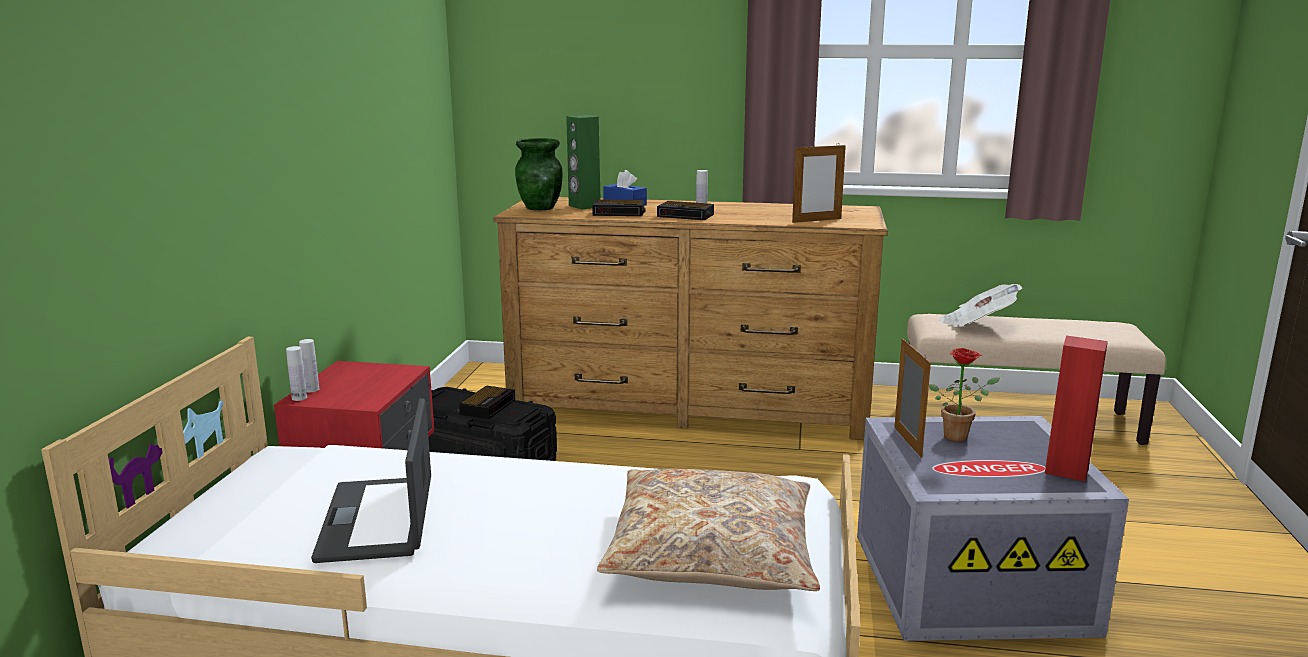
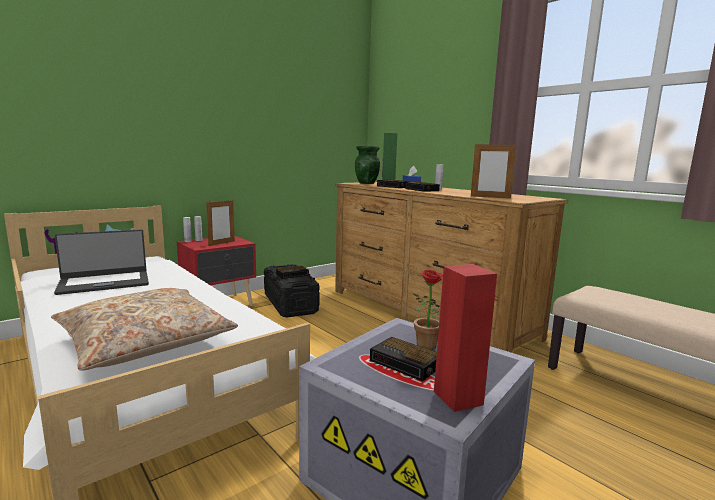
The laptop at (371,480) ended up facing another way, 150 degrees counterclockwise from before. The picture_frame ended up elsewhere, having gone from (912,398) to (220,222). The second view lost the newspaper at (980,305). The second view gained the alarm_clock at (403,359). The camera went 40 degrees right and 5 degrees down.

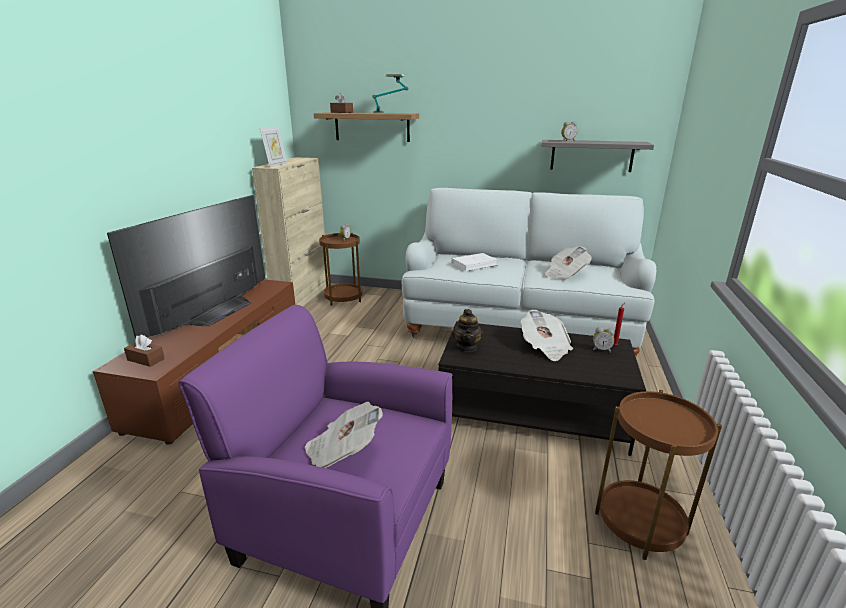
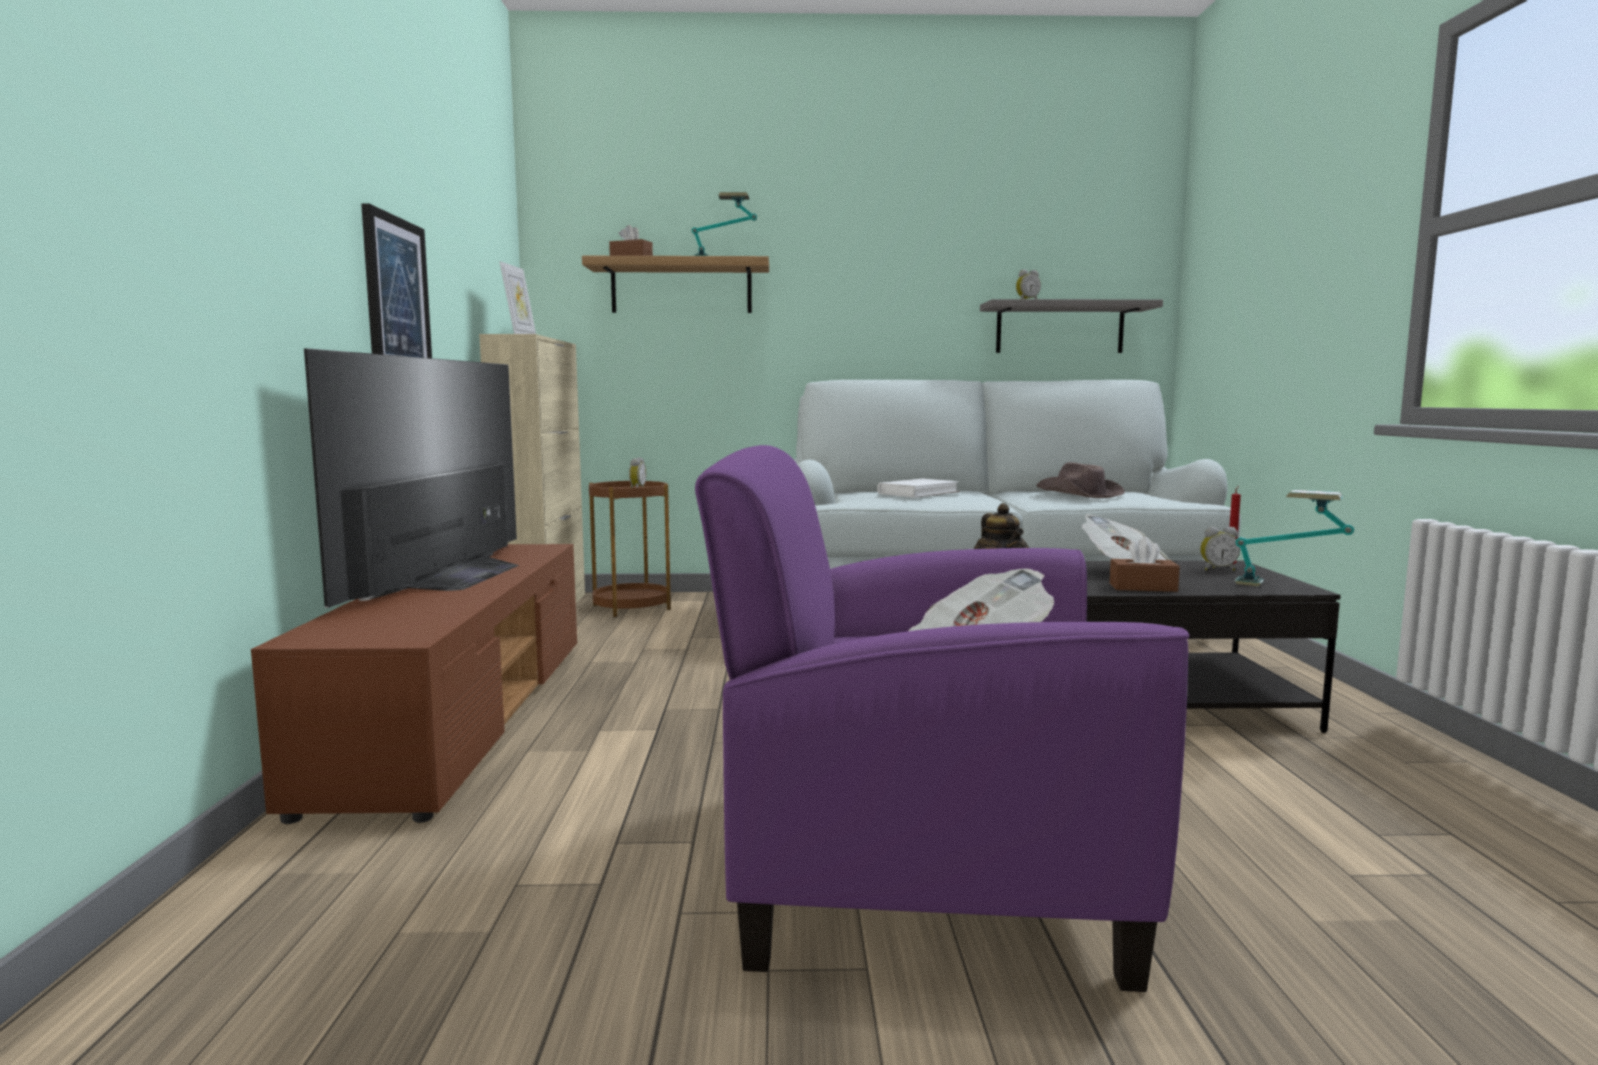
The brown_tissue_box ended up elsewhere, having gone from (144,351) to (1145,564). Where the newspaper stood at (568,262), the brown_hat came to stand at (1081,480). The second view lost the brown_side_table at (658,475). The second view gained the picture at (396,280). The second view gained the table_lamp at (1294,538). The camera went 15 degrees left and 15 degrees down.

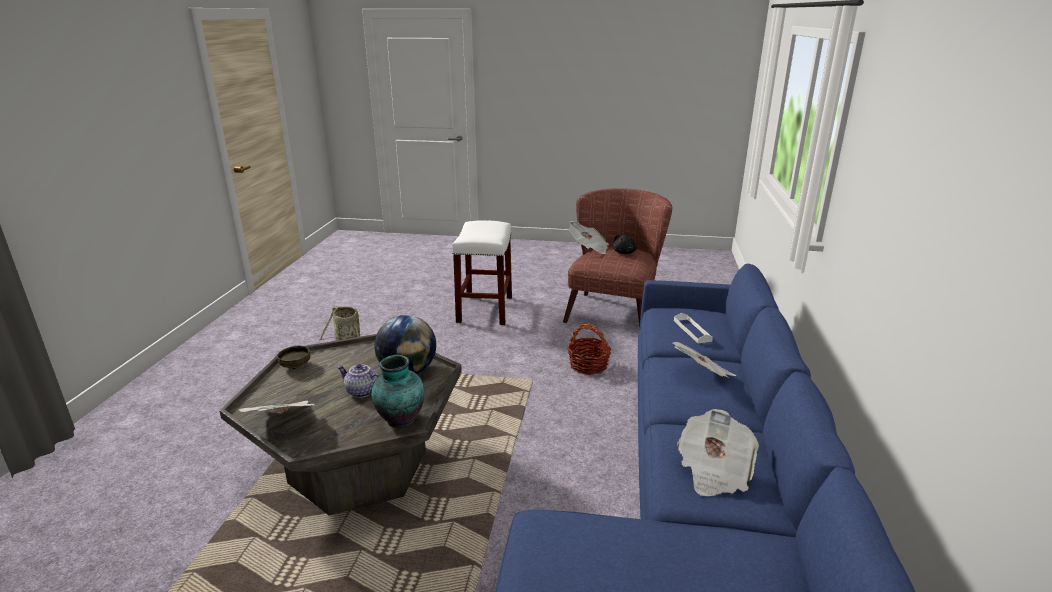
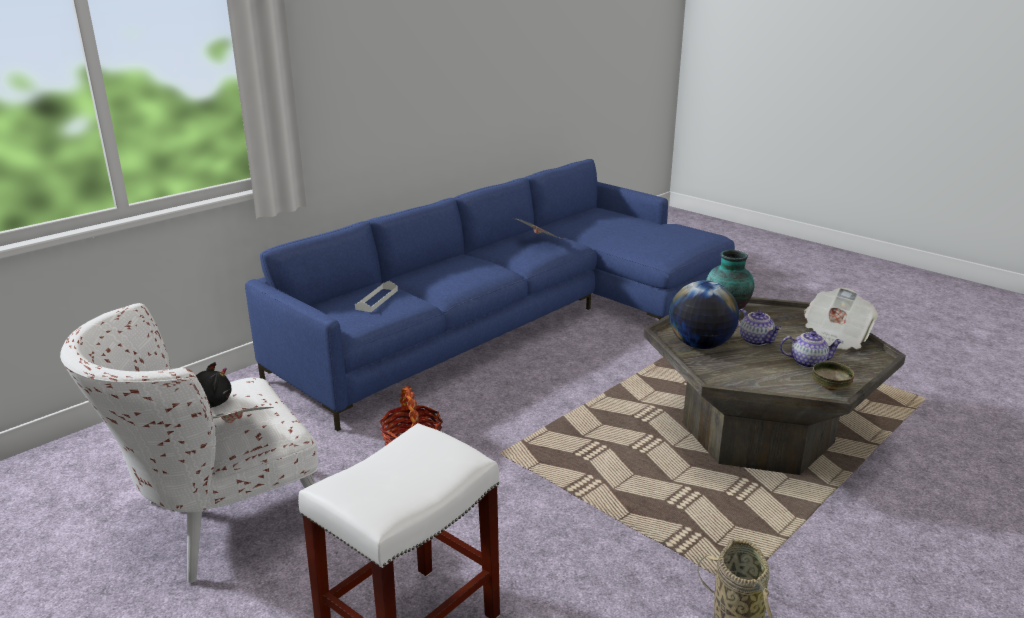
What was the brown_armchair at (617,257) turned into the white_armchair at (189,443). The second view lost the newspaper at (704,360). The second view gained the teapot at (811,349). The camera went 145 degrees left and 0 degrees up.

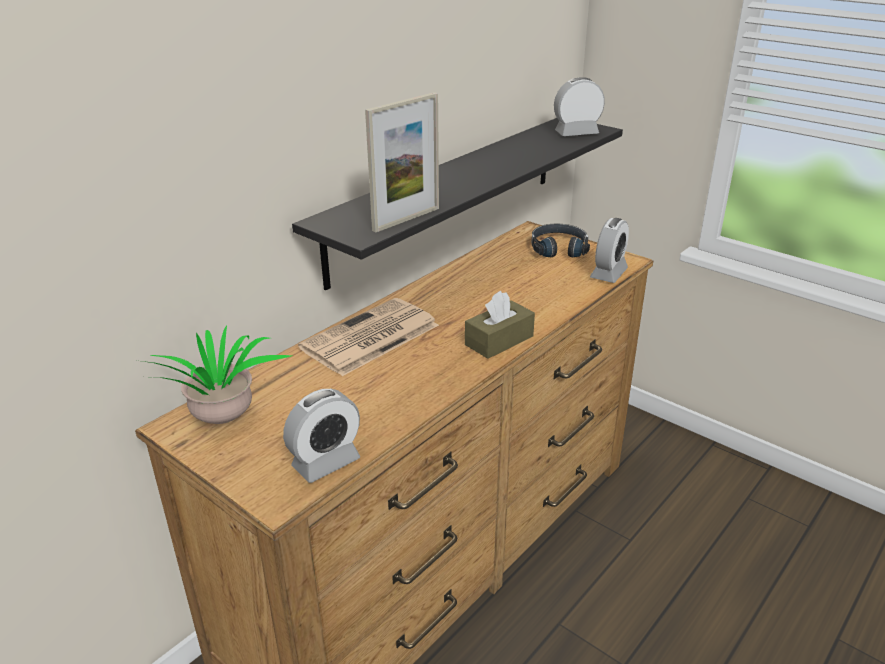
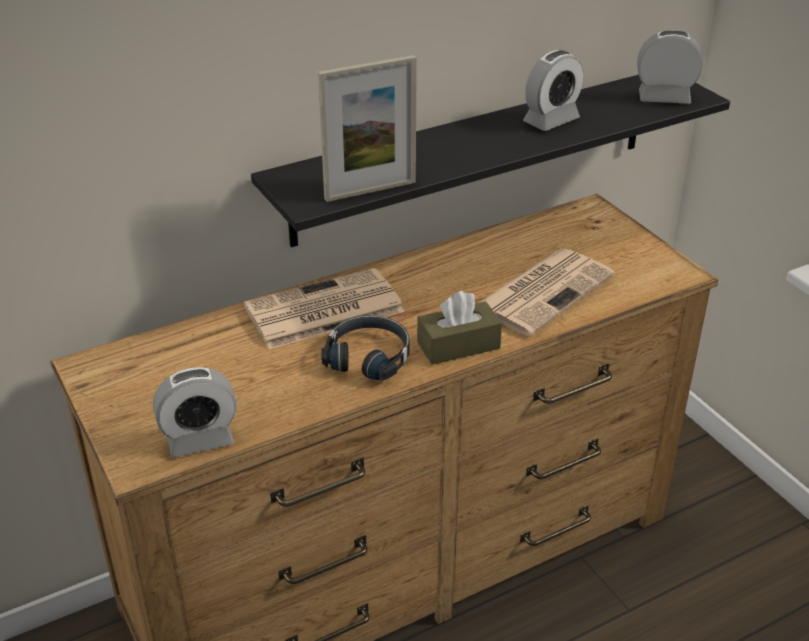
The second view lost the potted_plant at (216,375). The black_headphones ended up elsewhere, having gone from (561,240) to (365,348). The alarm_clock ended up elsewhere, having gone from (609,250) to (553,90). The second view gained the newspaper at (547,292). The camera went 20 degrees right and 5 degrees up.

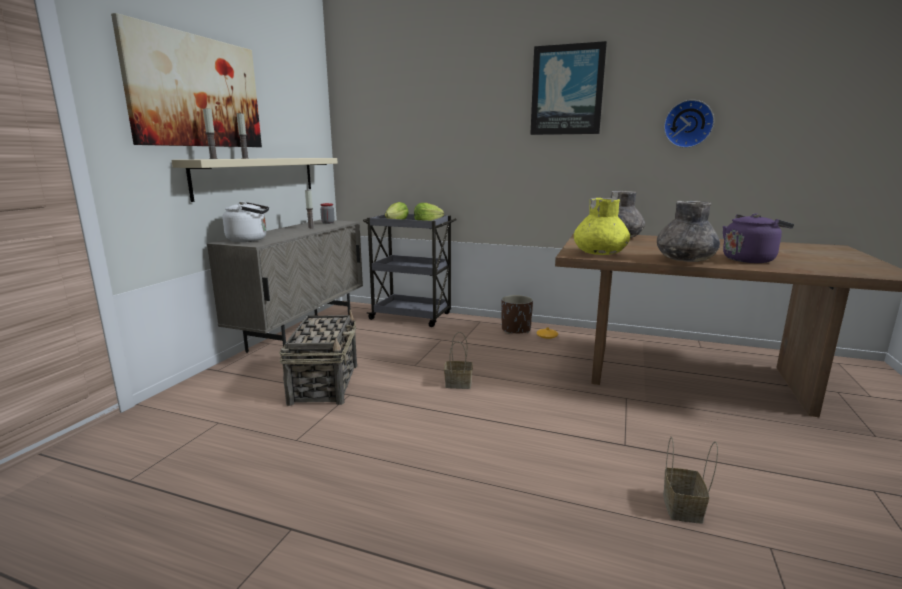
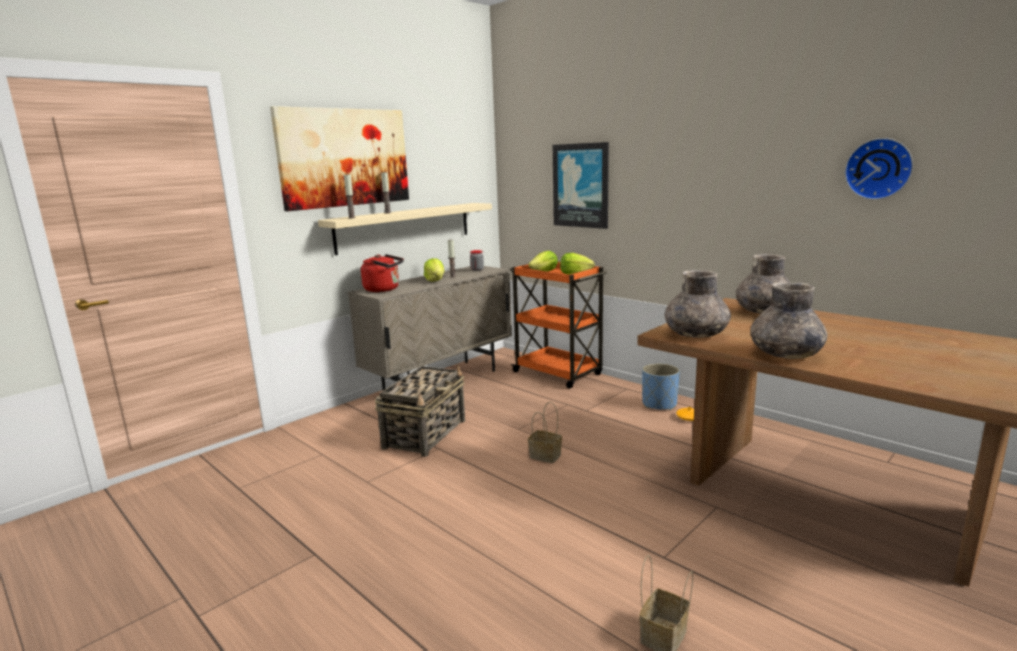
What was the white_kettle at (245,221) turned into the red_kettle at (382,273). What was the grey_cart at (410,270) turned into the orange_cart at (558,325). What was the brown_planter at (517,314) turned into the blue_planter at (661,386). The picture ended up elsewhere, having gone from (568,88) to (581,185). What was the yellow_vase at (602,226) turned into the grey_vase at (697,304). The second view lost the purple_kettle at (758,238). The second view gained the lettuce at (434,270). The camera went 25 degrees right and 0 degrees up.

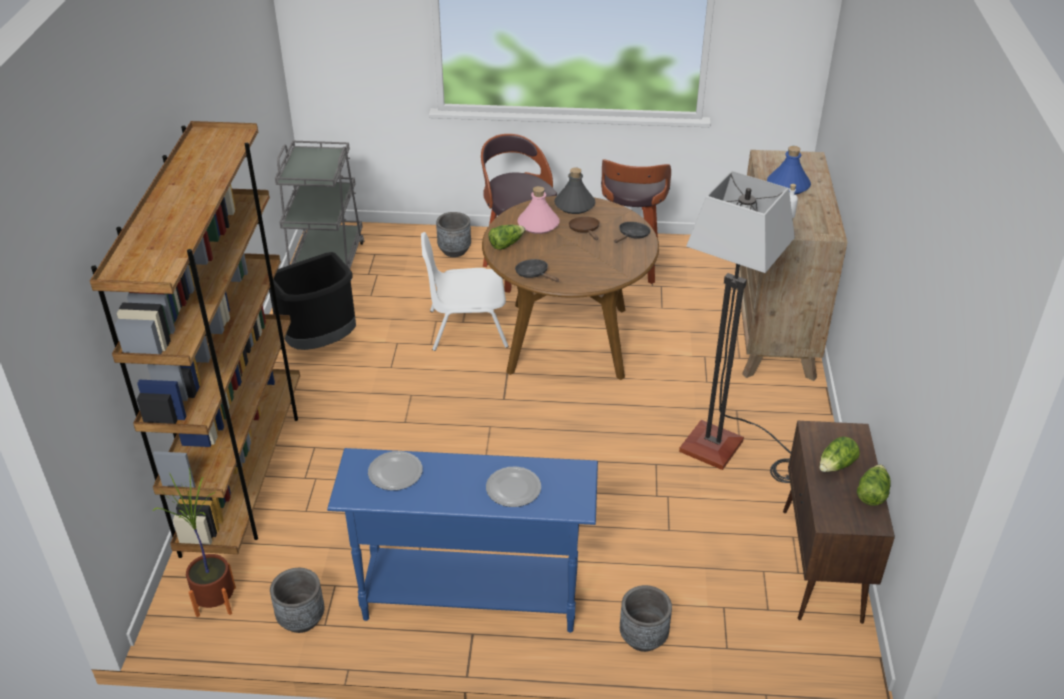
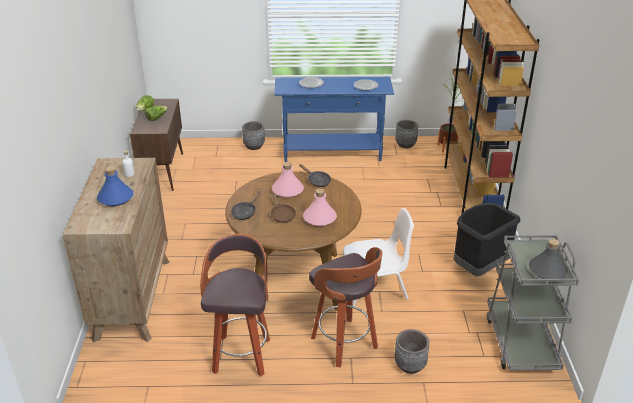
The second view lost the lettuce at (506,237). The grey_bottle ended up elsewhere, having gone from (575,190) to (548,259). The second view lost the floor_lamp at (737,327). The second view gained the pink_bottle at (288,180). The camera went 175 degrees right and 5 degrees down.

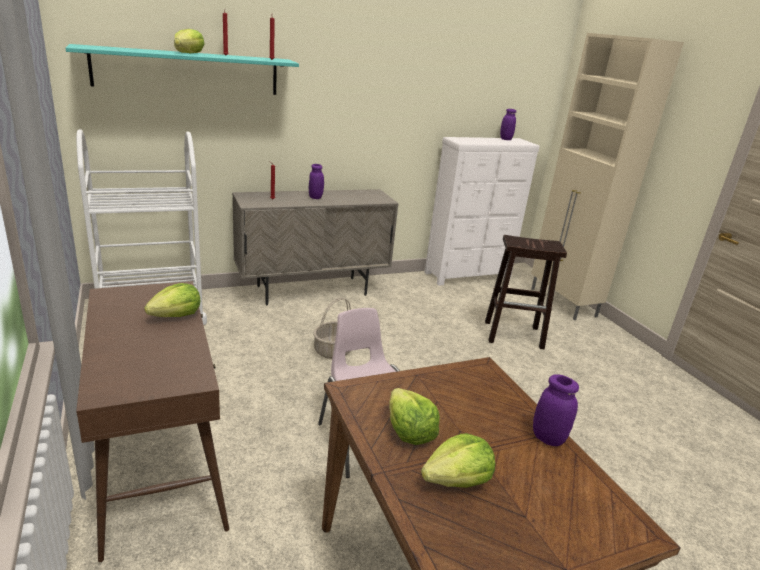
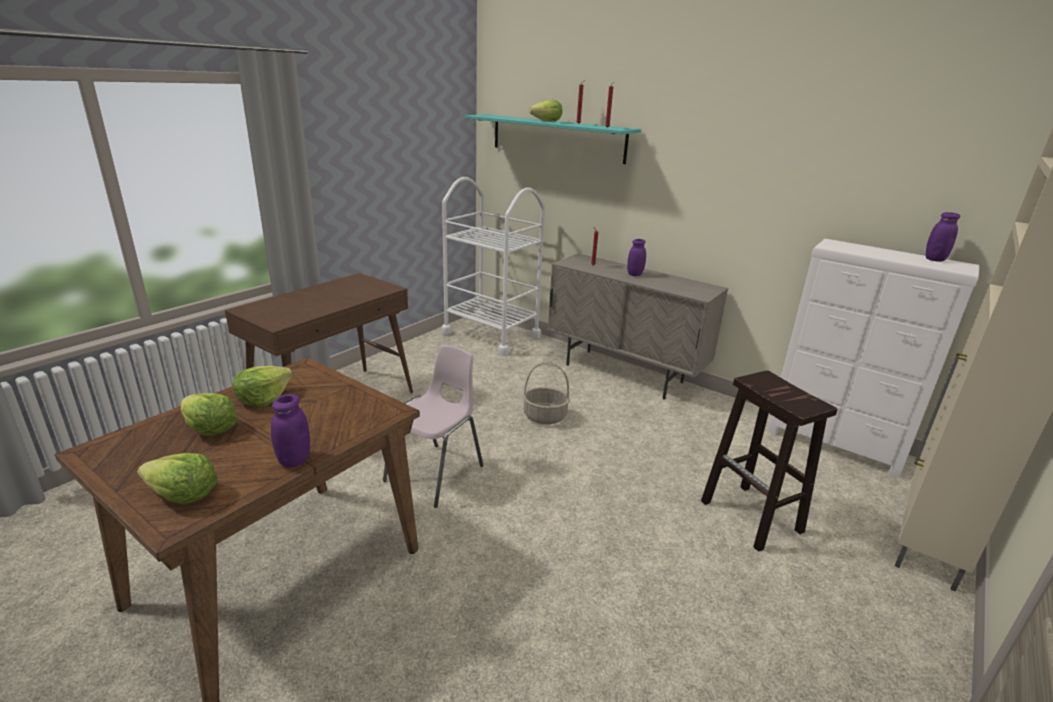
The lettuce ended up elsewhere, having gone from (172,300) to (177,479). The camera went 60 degrees right and 0 degrees up.

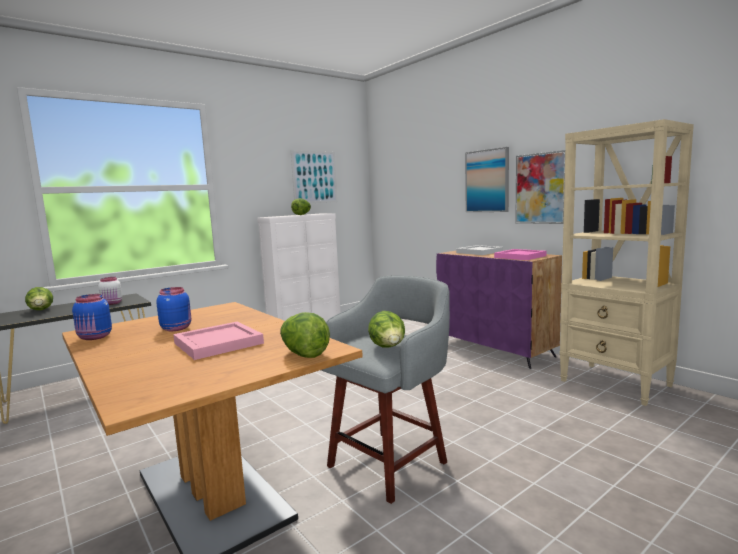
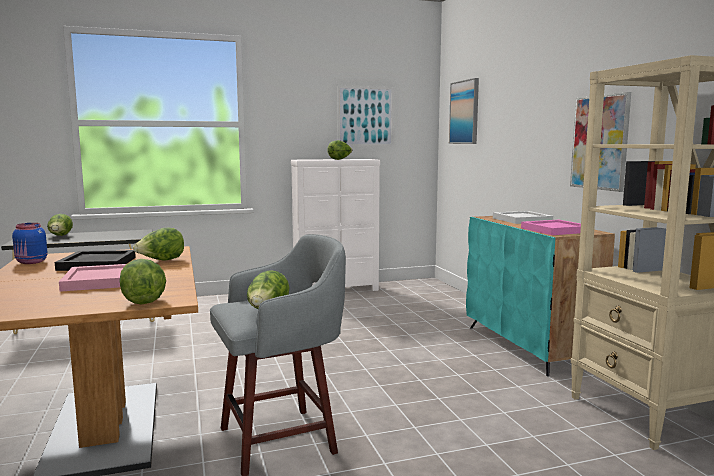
The second view lost the white_jar at (110,291). Where the blue_jar stood at (173,309), the black_tray came to stand at (95,260). What was the purple_cabinet at (499,310) turned into the turquoise_cabinet at (540,296). The picture ended up elsewhere, having gone from (487,179) to (464,111). The second view gained the lettuce at (158,244). The camera went 20 degrees right and 0 degrees up.

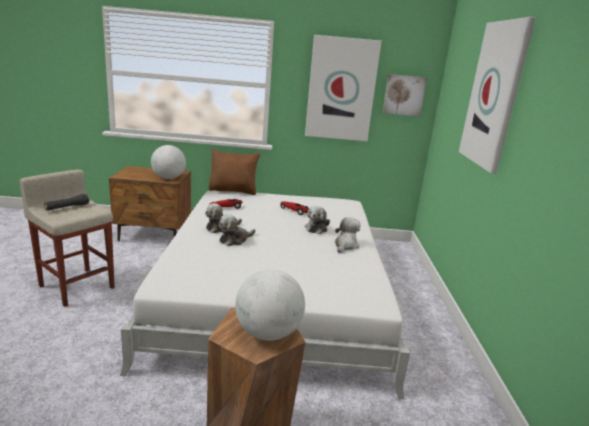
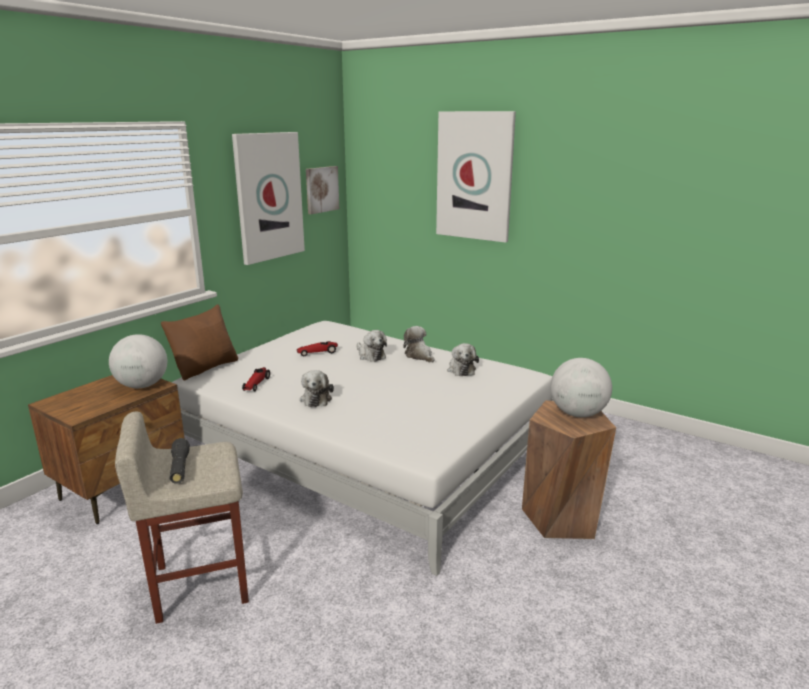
The plush_toy ended up elsewhere, having gone from (237,230) to (463,359). The camera went 55 degrees left and 0 degrees up.

